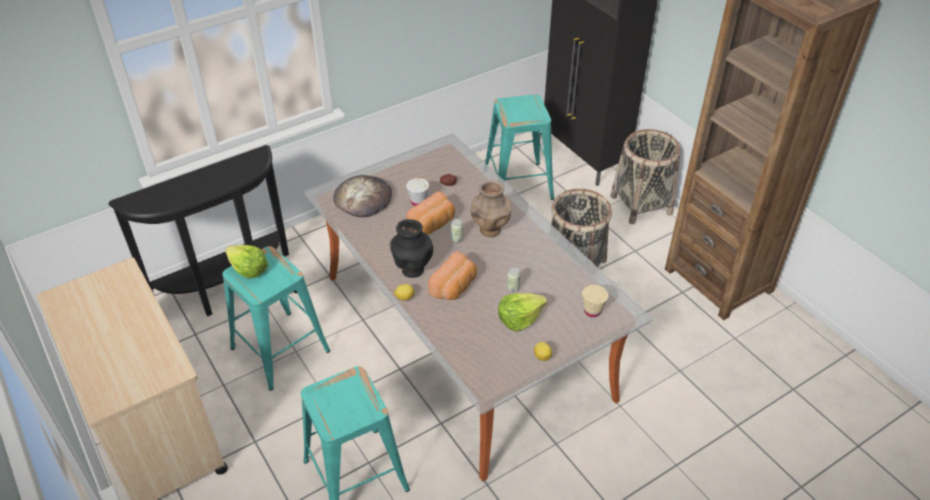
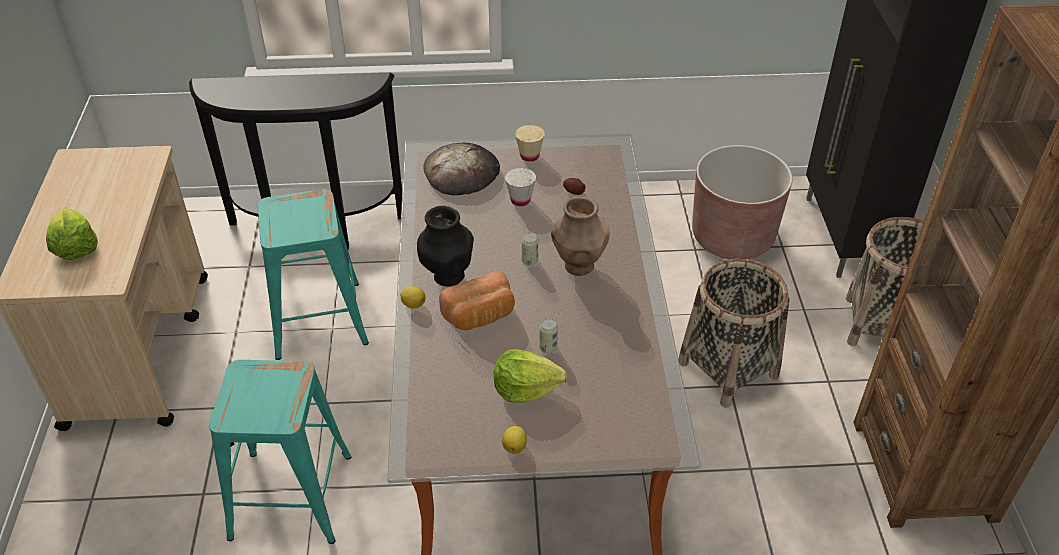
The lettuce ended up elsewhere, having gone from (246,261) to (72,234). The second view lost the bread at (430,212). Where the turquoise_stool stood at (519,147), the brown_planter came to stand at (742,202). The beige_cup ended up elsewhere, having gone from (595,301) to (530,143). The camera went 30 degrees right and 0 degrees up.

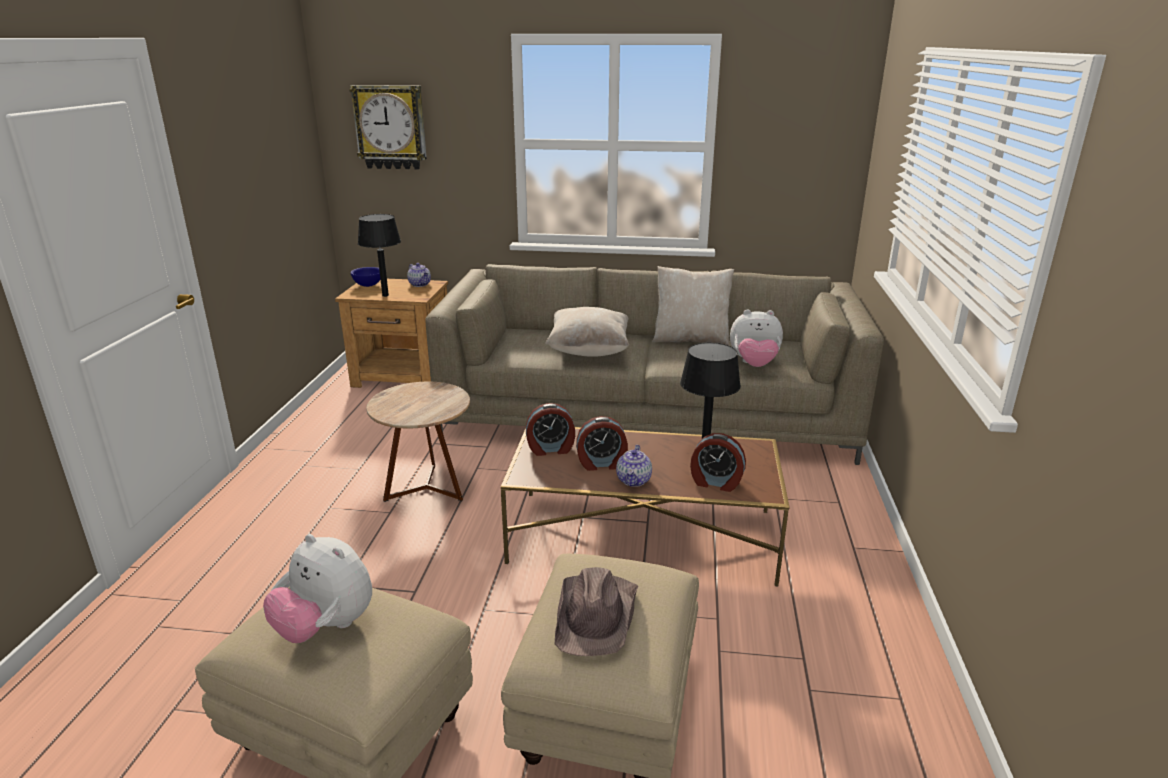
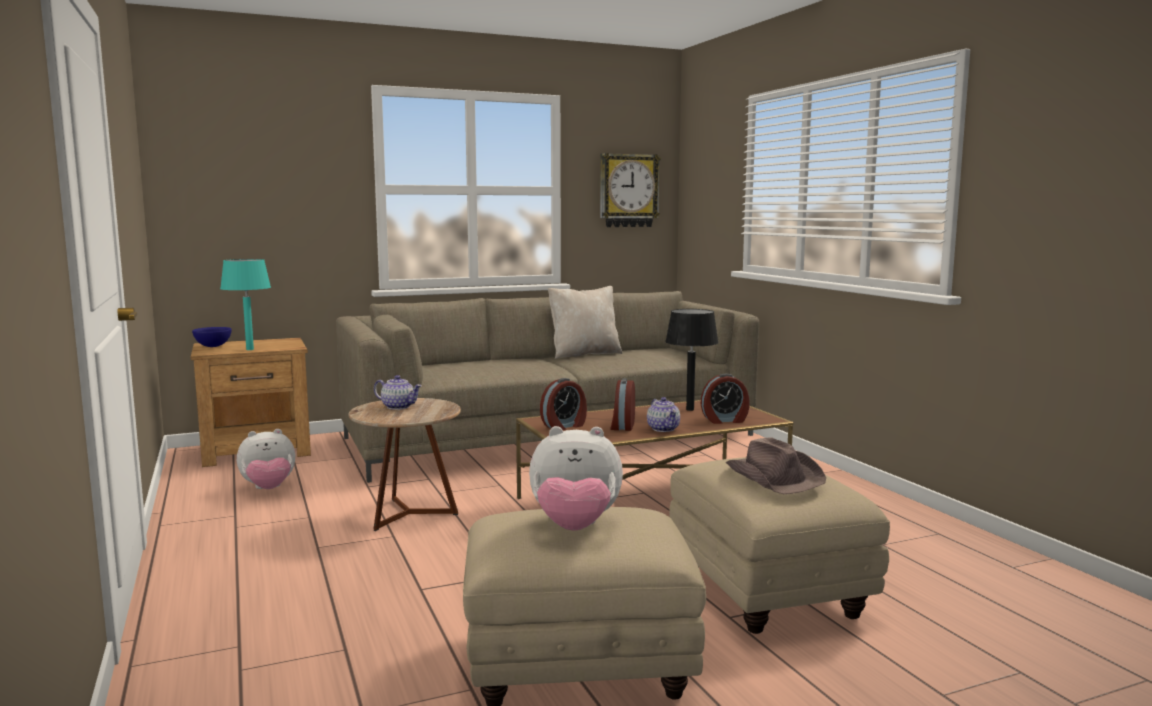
The wall_clock ended up elsewhere, having gone from (388,127) to (630,190). What was the black_table_lamp at (379,255) turned into the turquoise_table_lamp at (245,304). The teapot ended up elsewhere, having gone from (419,275) to (398,392). The second view lost the beige_pillow at (587,332). The alarm_clock at (602,443) ended up facing another way, 135 degrees clockwise from before. The plush_toy ended up elsewhere, having gone from (756,338) to (266,459). The camera went 30 degrees left and 15 degrees down.

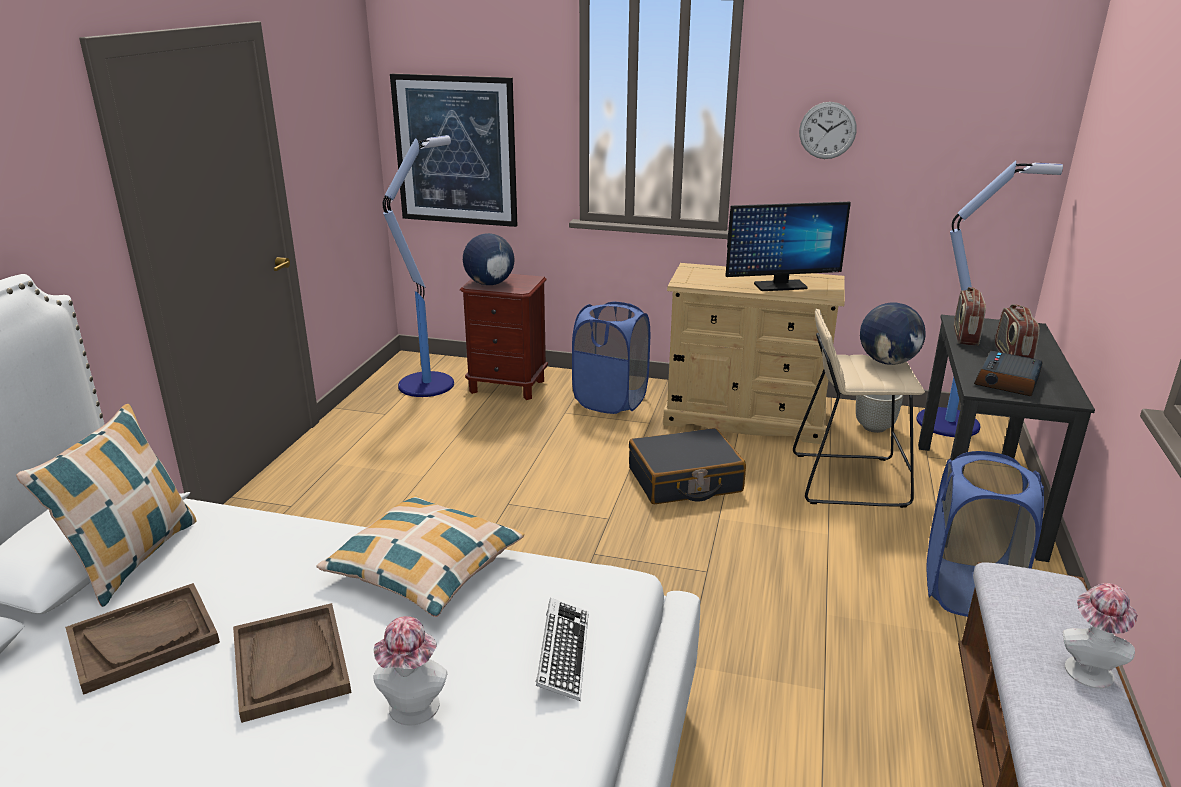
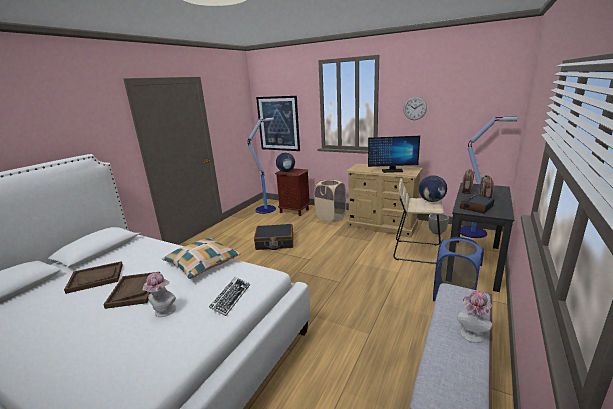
The second view lost the pillow at (106,505). What was the blue_laundry_basket at (611,357) turned into the beige_laundry_basket at (330,200). The black_suitcase ended up elsewhere, having gone from (687,466) to (273,237). The camera went 15 degrees right and 5 degrees down.

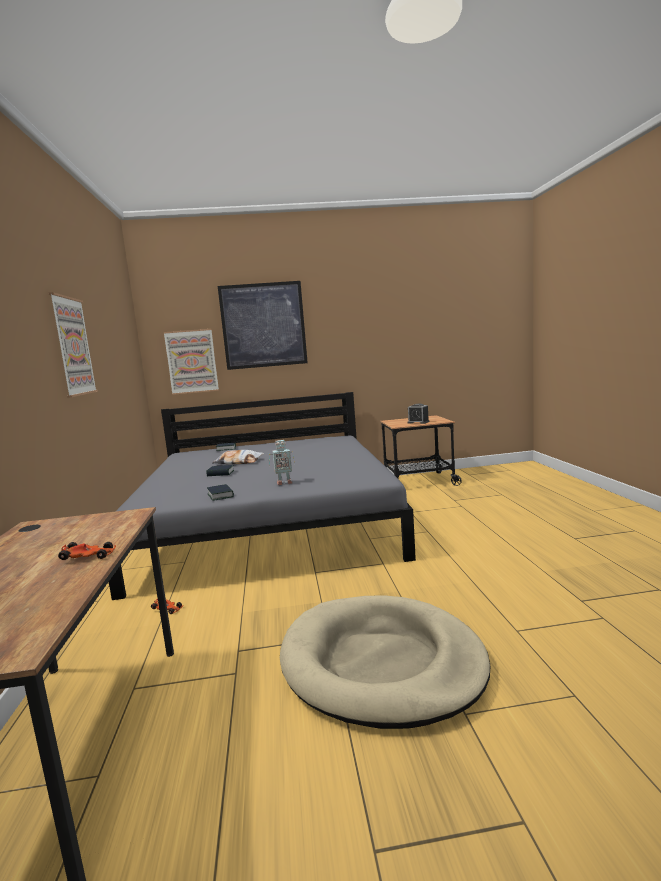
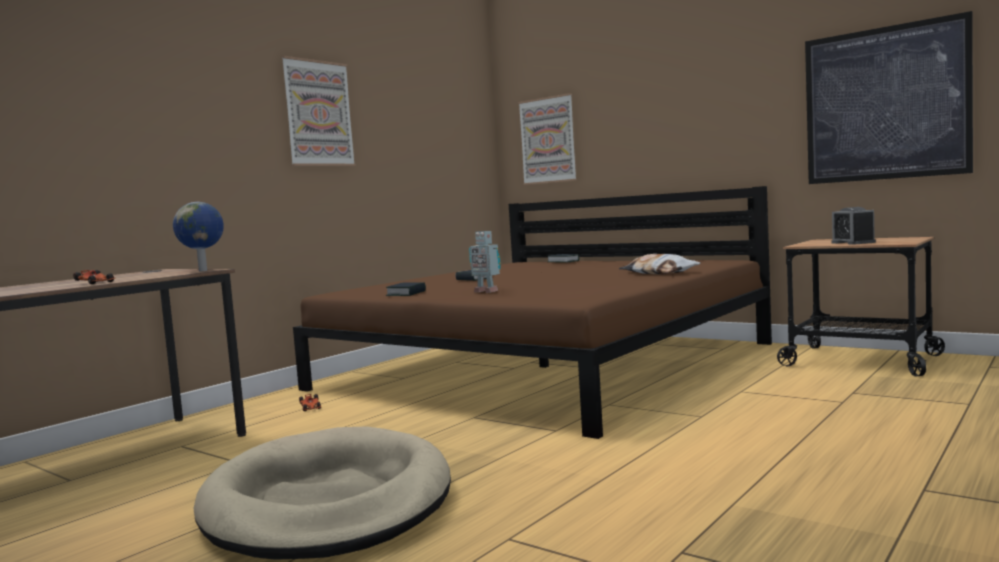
What was the grey_bed at (262,496) turned into the brown_bed at (532,312). The pillow ended up elsewhere, having gone from (238,457) to (660,264). The picture ended up elsewhere, having gone from (263,325) to (889,97). The second view gained the globe at (198,237). The camera went 45 degrees right and 5 degrees down.

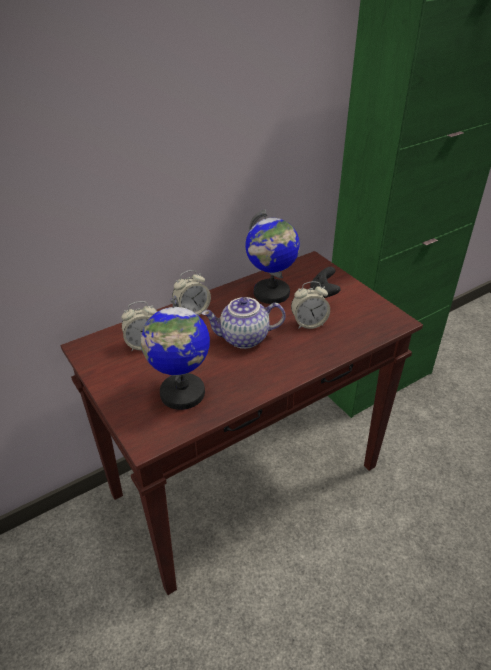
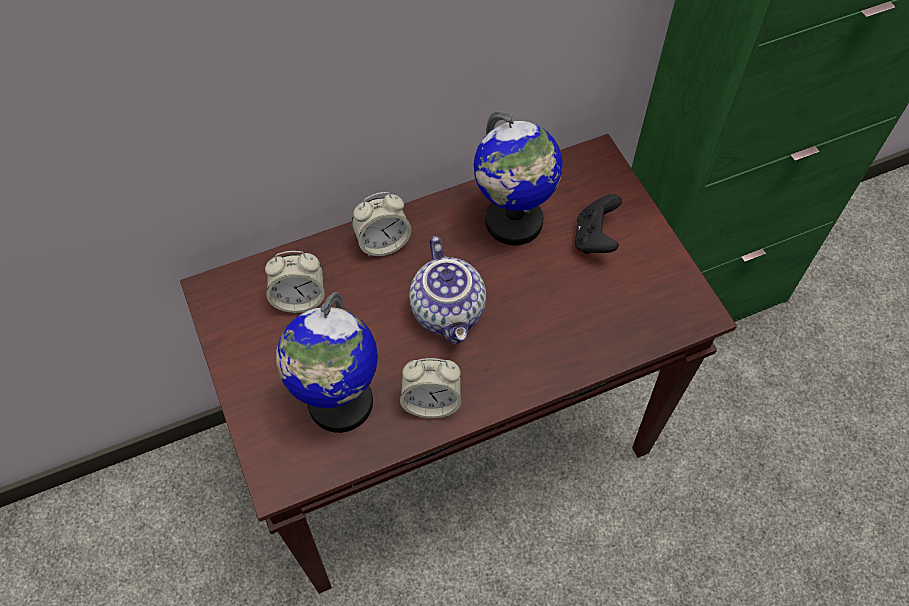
The teapot at (243,323) ended up facing another way, 105 degrees counterclockwise from before. The alarm_clock ended up elsewhere, having gone from (310,305) to (430,388). The camera went 10 degrees right and 20 degrees up.

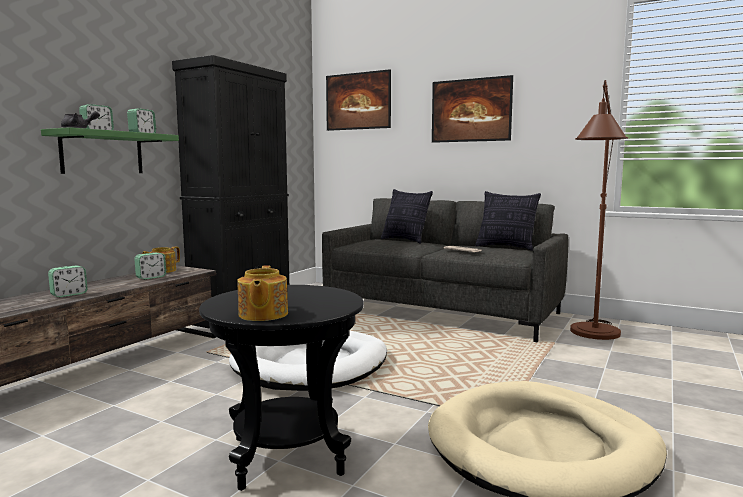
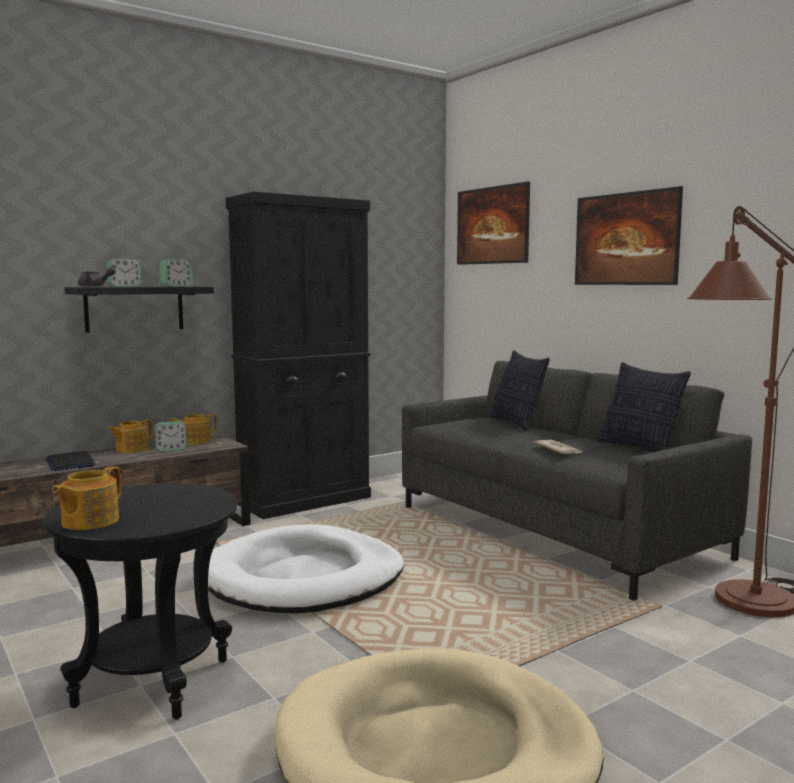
What was the green_shelf at (110,150) turned into the black_shelf at (139,310). Where the alarm_clock stood at (68,281), the laptop came to stand at (70,461). The second view gained the teapot at (130,436). The camera went 25 degrees right and 0 degrees up.

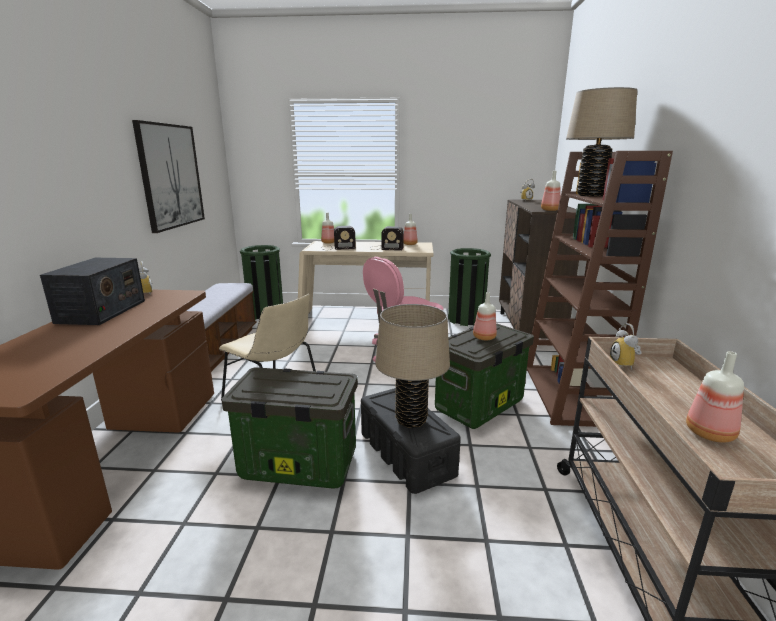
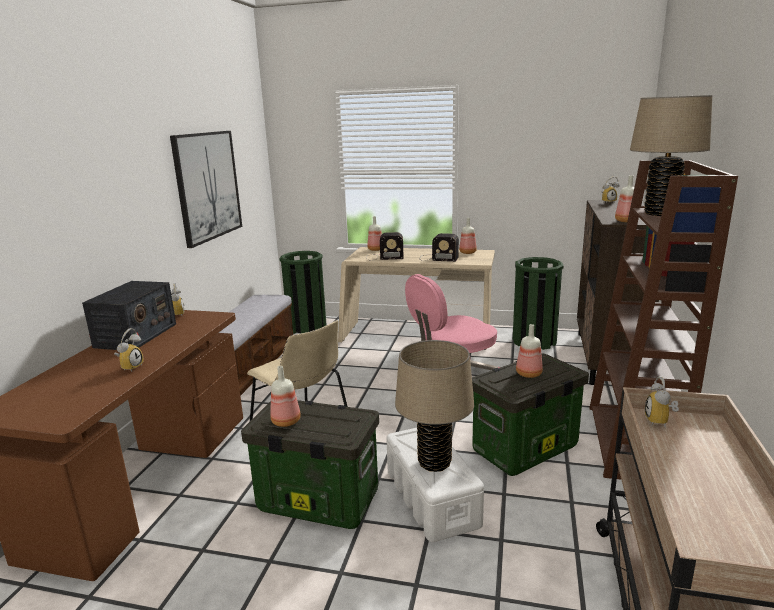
What was the black_storage_box at (411,441) turned into the white_storage_box at (435,485). The bottle ended up elsewhere, having gone from (715,396) to (285,396). The second view gained the alarm_clock at (129,349). The camera went 10 degrees right and 0 degrees up.

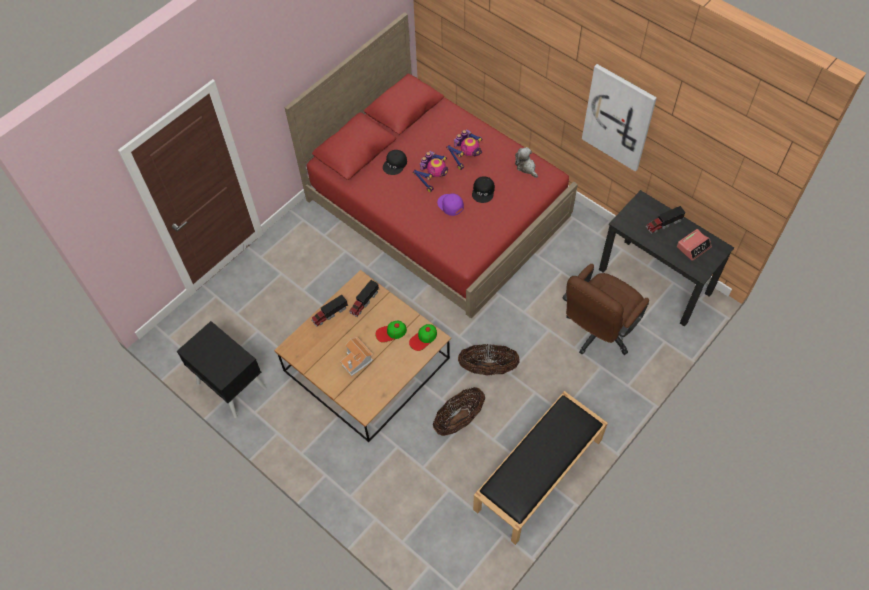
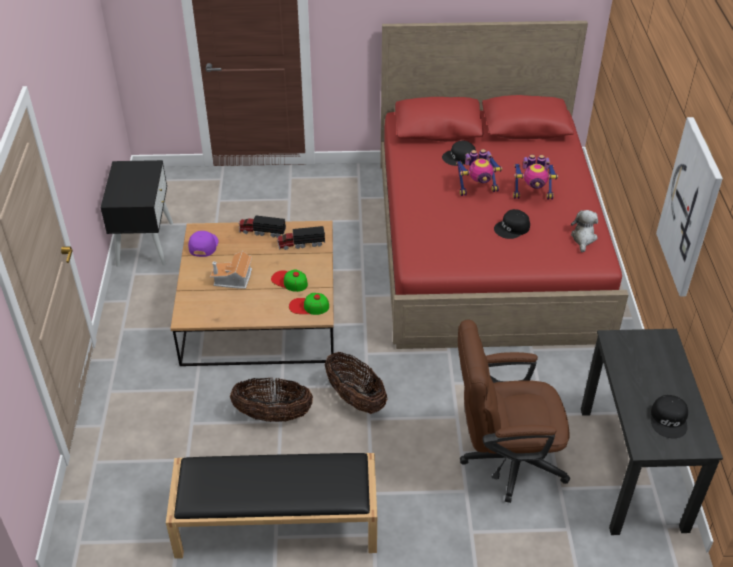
The purple_cap ended up elsewhere, having gone from (450,204) to (203,244). The second view lost the toy_truck at (665,220). Where the alarm_clock stood at (694,245), the black_cap came to stand at (669,416). The camera went 45 degrees right and 15 degrees down.

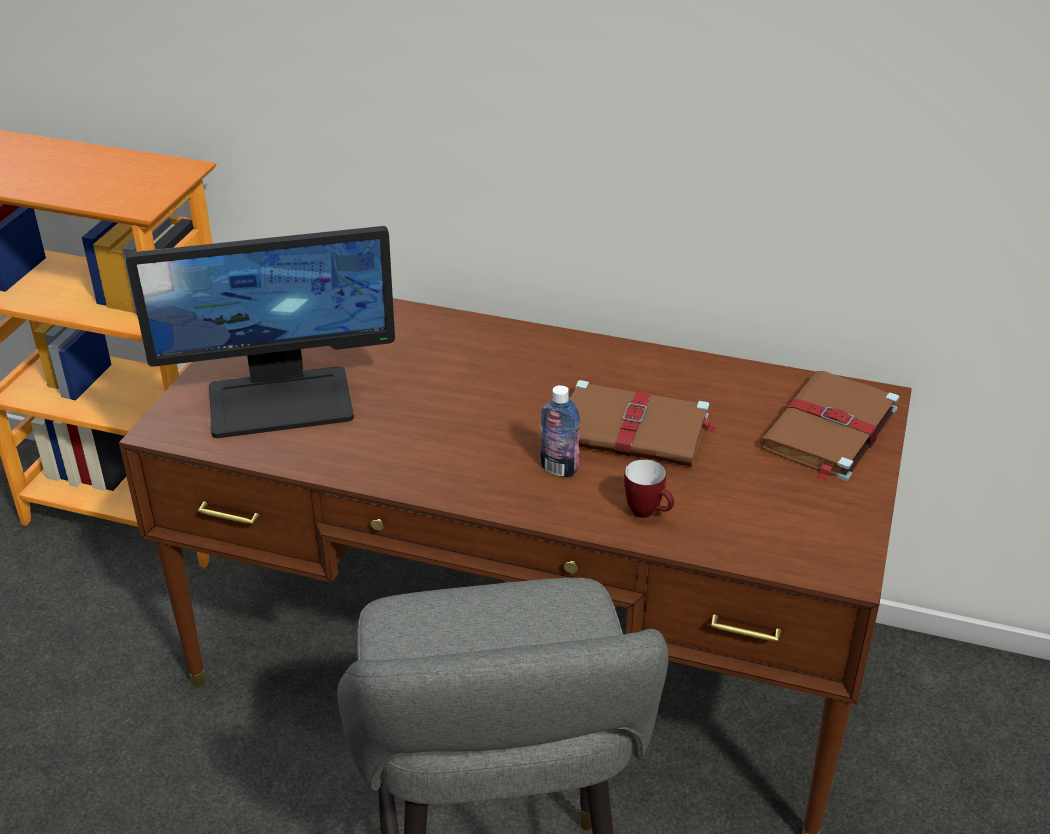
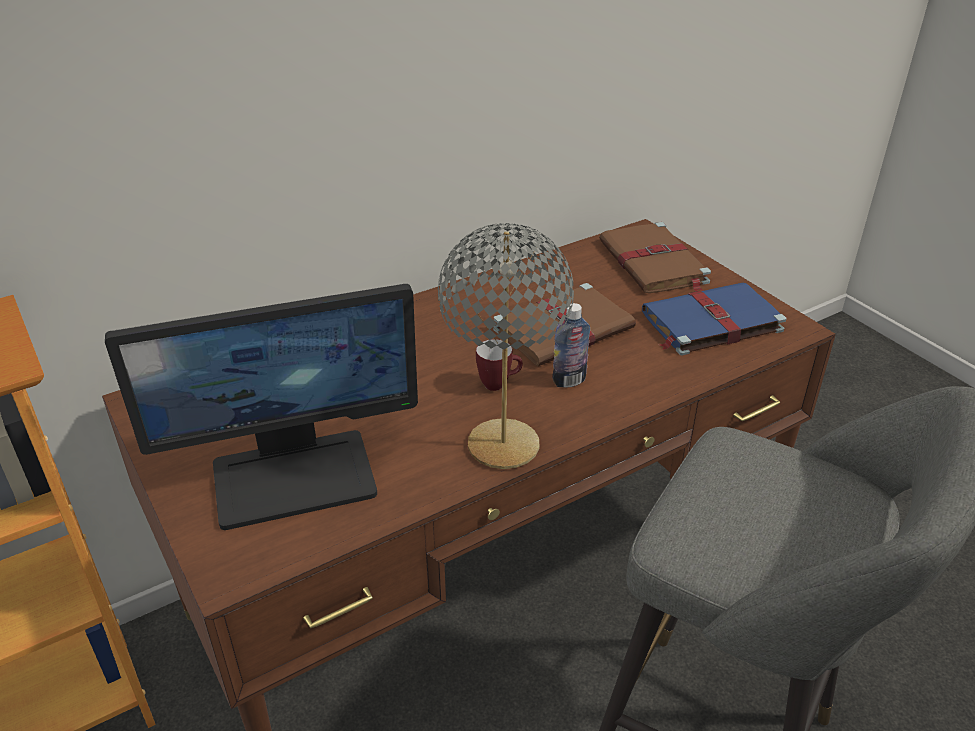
The monitor at (260,332) ended up facing another way, 45 degrees clockwise from before. The mug ended up elsewhere, having gone from (649,488) to (499,365). The second view gained the grey_table_lamp at (506,346). The second view gained the blue_book at (714,319). The camera went 50 degrees left and 0 degrees up.

